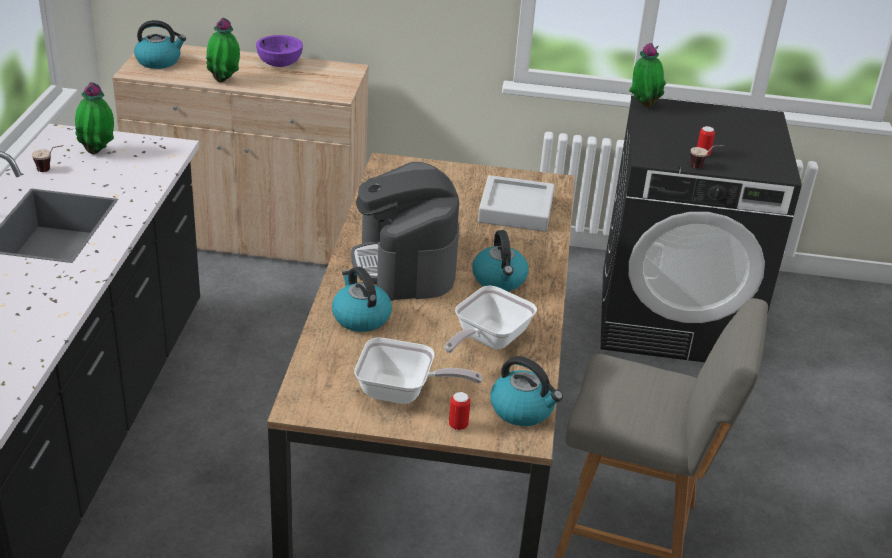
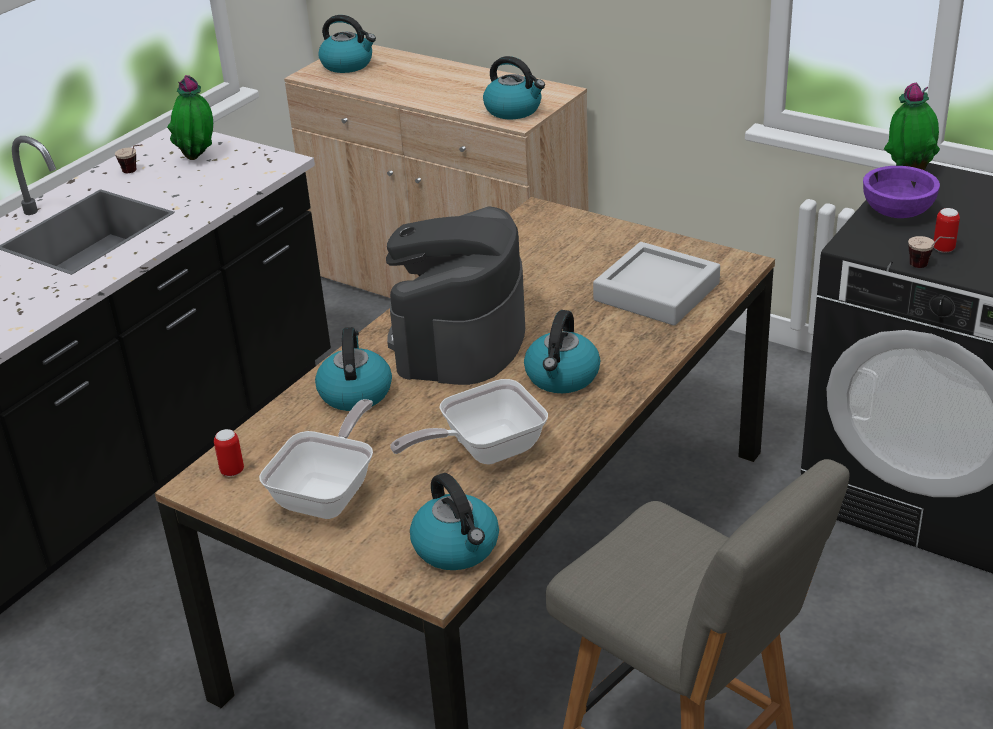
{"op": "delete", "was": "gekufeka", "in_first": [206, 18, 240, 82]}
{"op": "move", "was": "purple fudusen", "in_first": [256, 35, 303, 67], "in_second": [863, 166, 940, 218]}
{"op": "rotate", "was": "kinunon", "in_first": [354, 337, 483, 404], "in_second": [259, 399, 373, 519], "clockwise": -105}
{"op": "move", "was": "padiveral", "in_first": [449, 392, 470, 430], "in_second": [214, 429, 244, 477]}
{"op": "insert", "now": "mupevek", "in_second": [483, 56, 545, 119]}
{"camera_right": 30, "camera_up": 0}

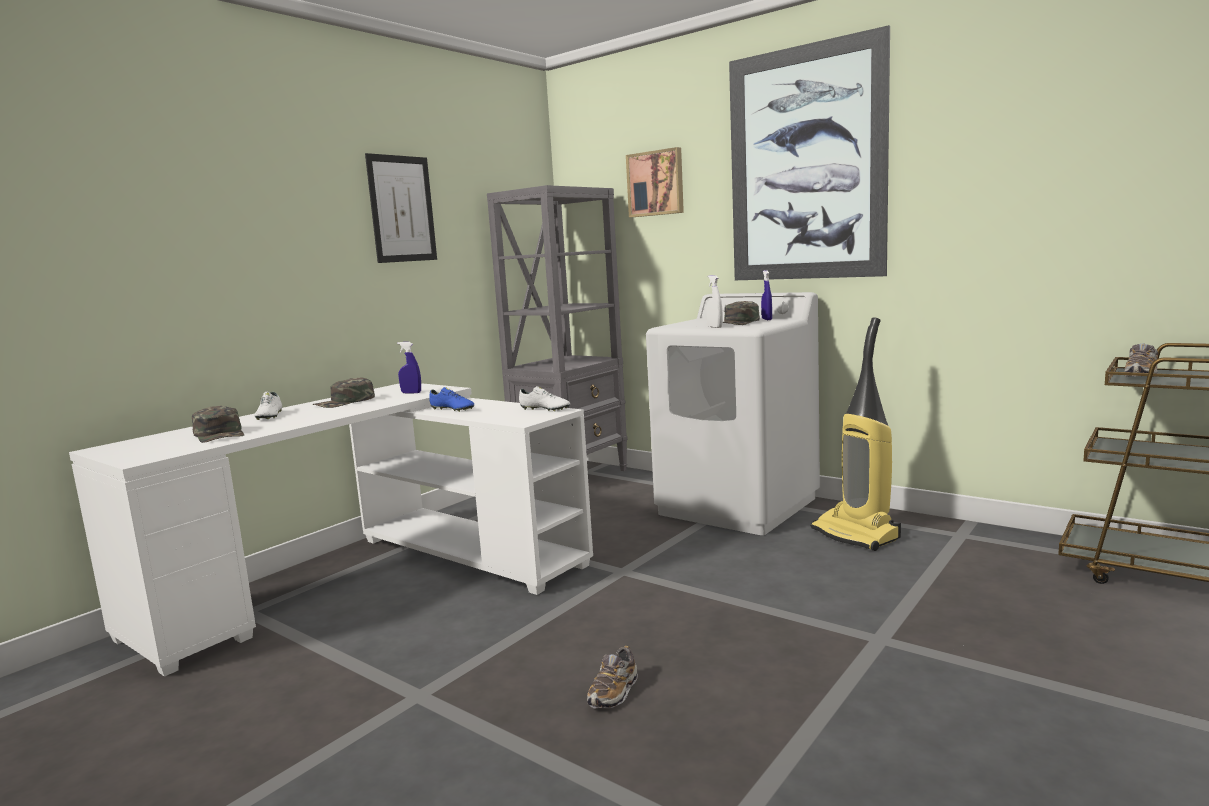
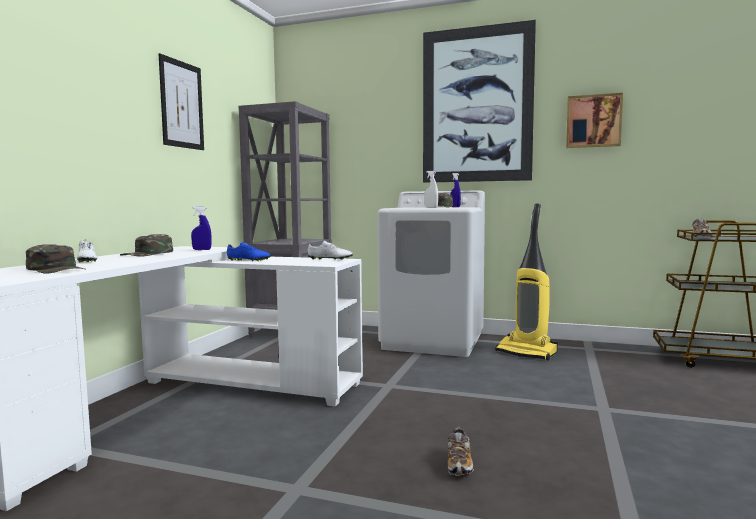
{"op": "move", "was": "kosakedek", "in_first": [626, 147, 684, 217], "in_second": [566, 93, 623, 148]}
{"camera_right": -20, "camera_up": -5}

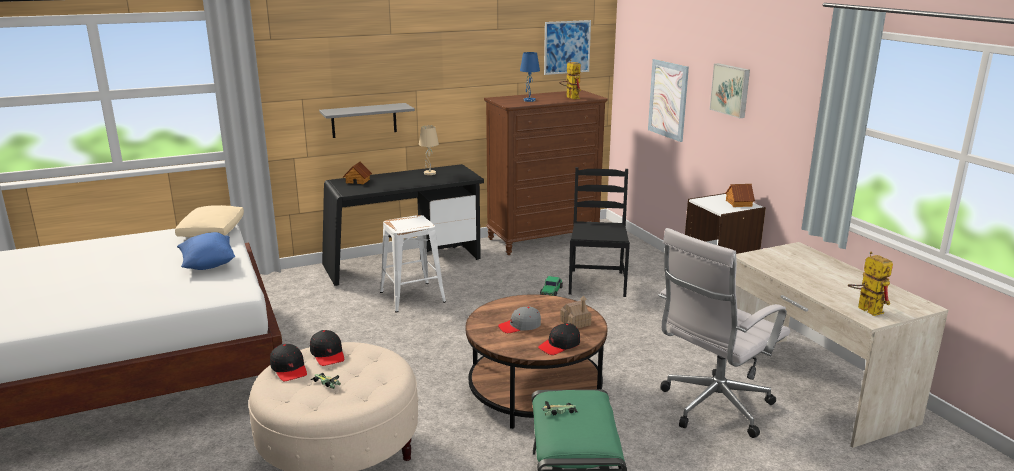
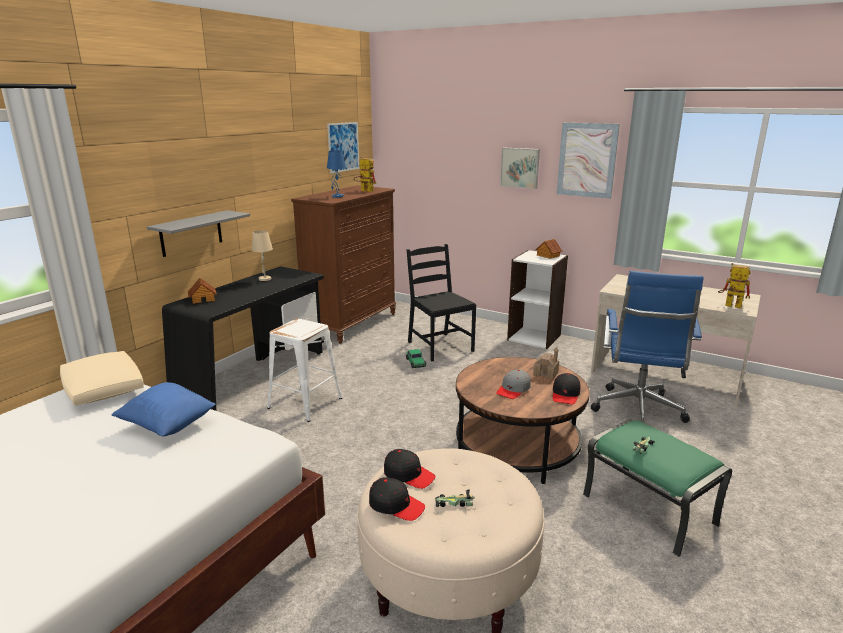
{"op": "move", "was": "kosakedek", "in_first": [648, 59, 689, 142], "in_second": [557, 123, 620, 199]}
{"op": "recolor", "was": "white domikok", "now": "blue domikok", "in_first": [658, 228, 790, 438], "in_second": [591, 271, 704, 423]}
{"camera_right": -35, "camera_up": 0}

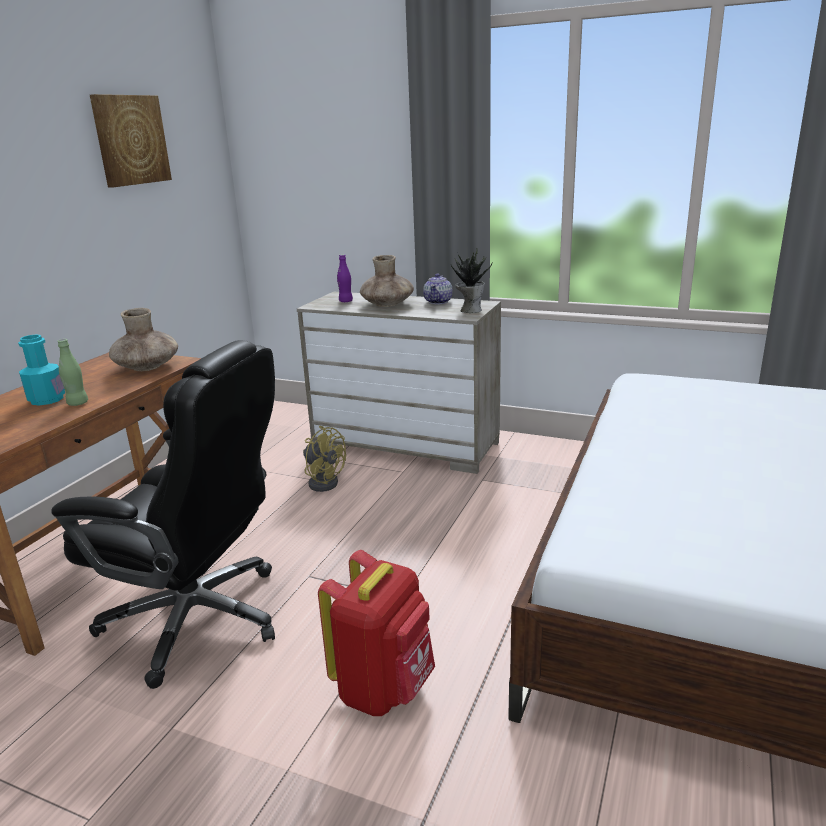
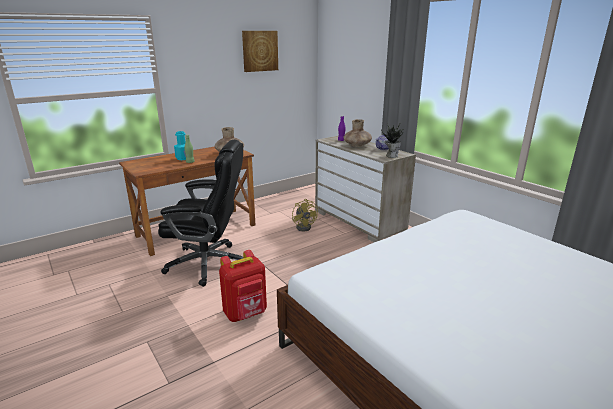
{"op": "rotate", "was": "black domikok", "in_first": [51, 340, 275, 689], "in_second": [158, 140, 243, 287], "clockwise": -45}
{"camera_right": 30, "camera_up": 0}

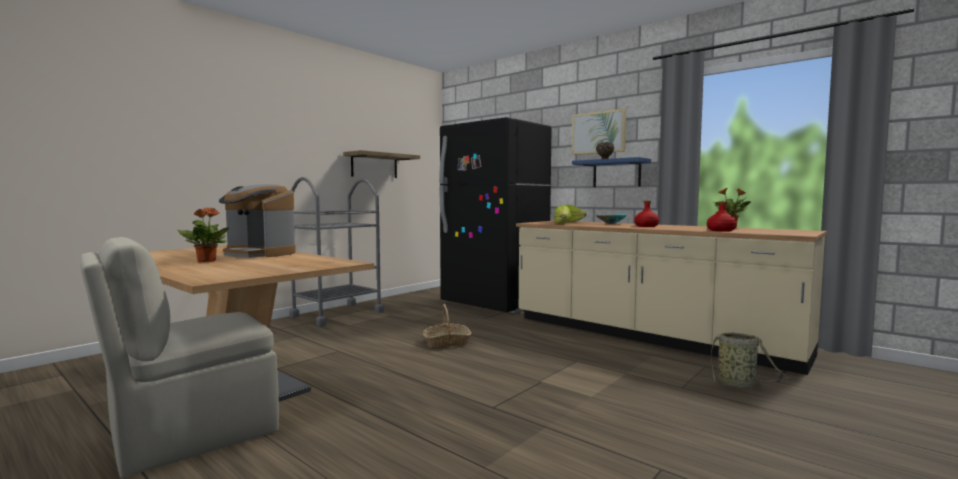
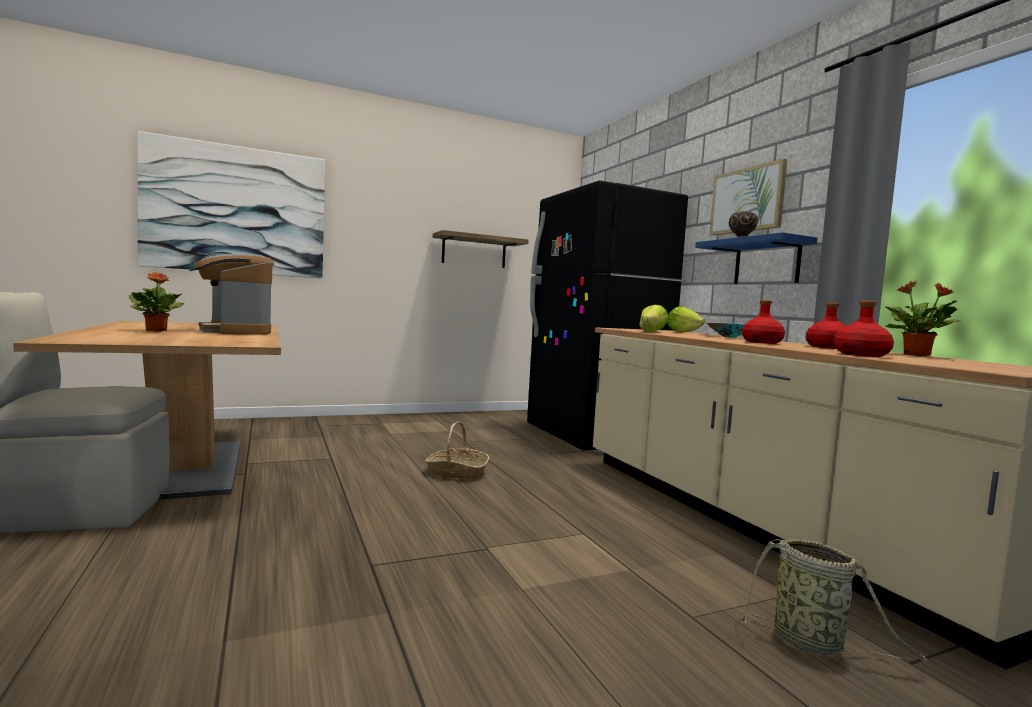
{"op": "delete", "was": "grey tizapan", "in_first": [289, 177, 384, 326]}
{"op": "insert", "now": "kosakedek", "in_second": [137, 131, 325, 278]}
{"op": "insert", "now": "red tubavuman", "in_second": [806, 303, 846, 349]}
{"camera_right": 25, "camera_up": 0}

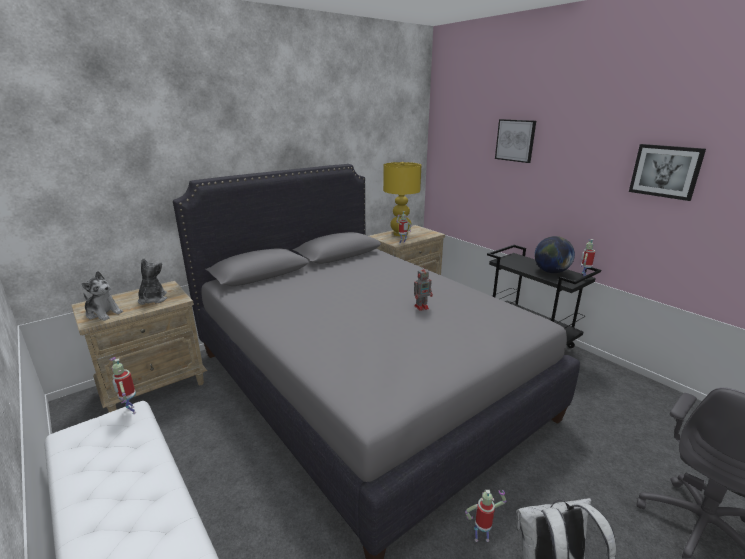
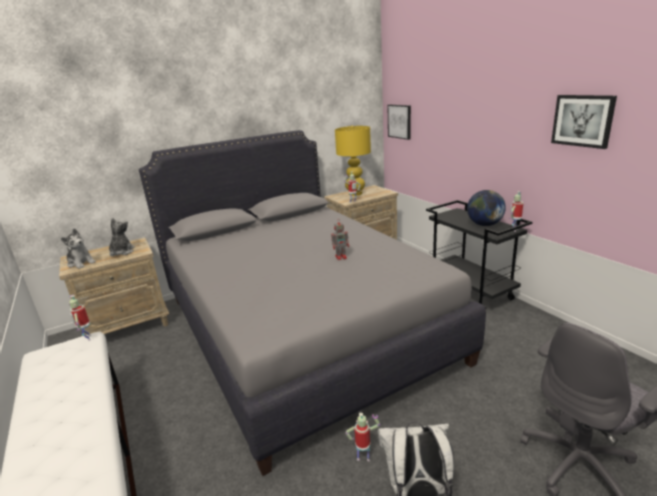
{"op": "move", "was": "kosakedek", "in_first": [495, 119, 536, 163], "in_second": [388, 105, 411, 140]}
{"camera_right": 10, "camera_up": 0}

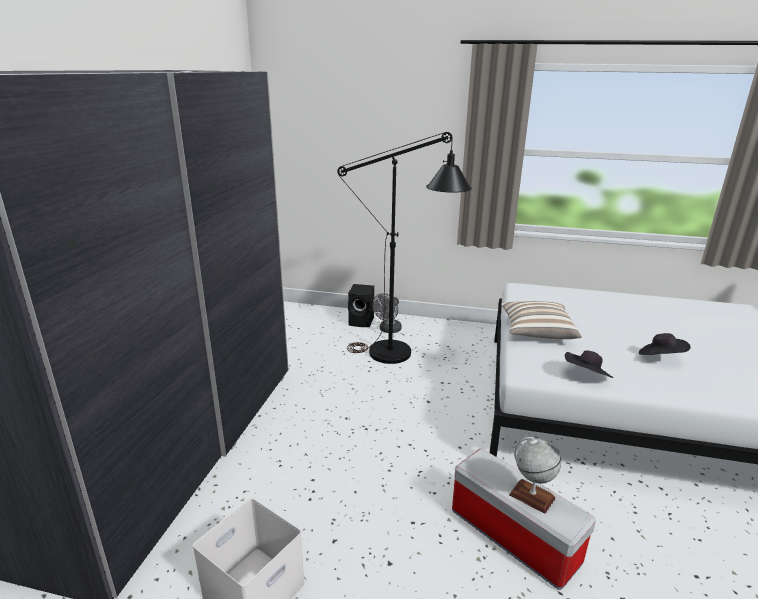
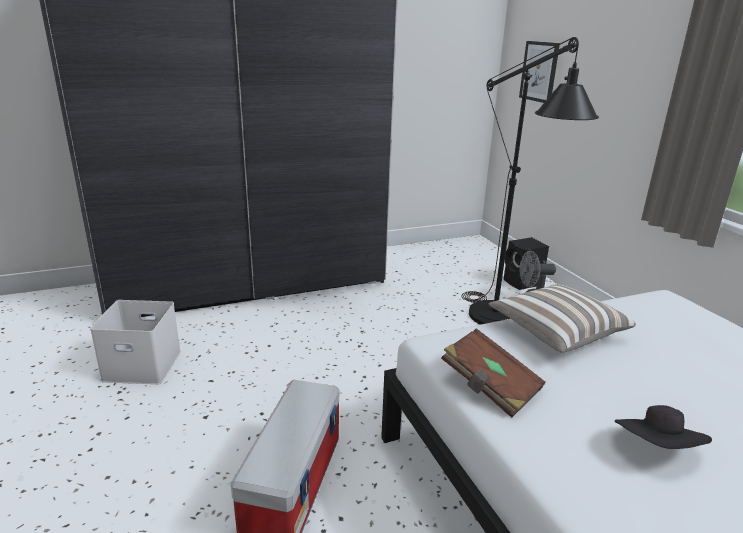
{"op": "replace", "was": "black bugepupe", "now": "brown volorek", "in_first": [565, 351, 613, 378], "in_second": [441, 328, 546, 418]}
{"op": "delete", "was": "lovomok", "in_first": [509, 437, 561, 514]}
{"op": "insert", "now": "kosakedek", "in_second": [519, 41, 560, 103]}
{"camera_right": 55, "camera_up": 0}

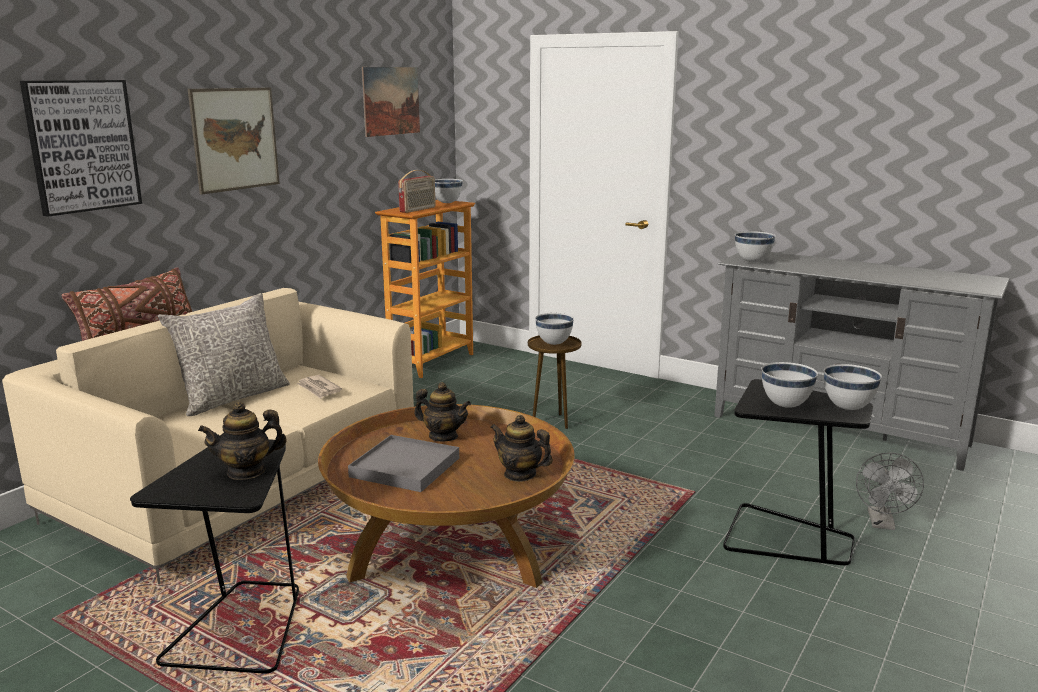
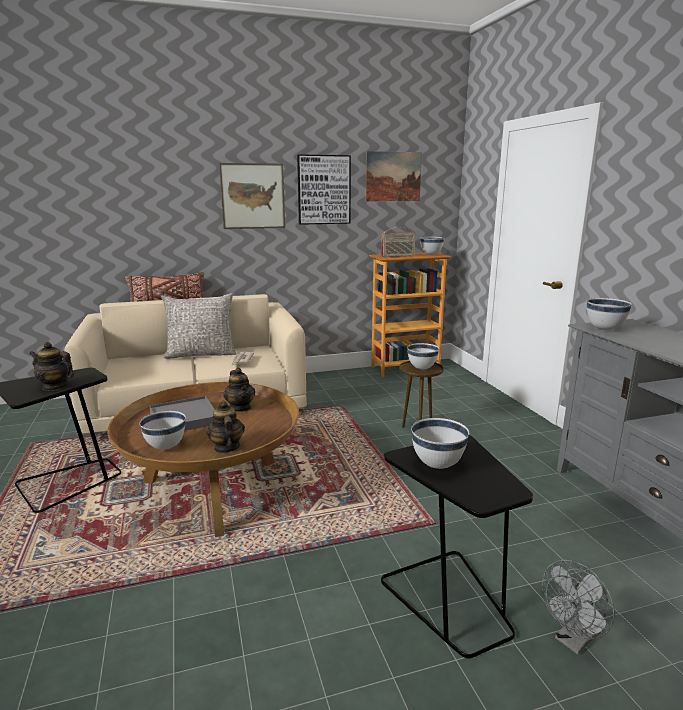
{"op": "move", "was": "kosakedek", "in_first": [20, 80, 142, 217], "in_second": [297, 154, 351, 225]}
{"op": "move", "was": "white fudusen", "in_first": [824, 364, 882, 410], "in_second": [139, 411, 186, 450]}
{"camera_right": 40, "camera_up": 0}

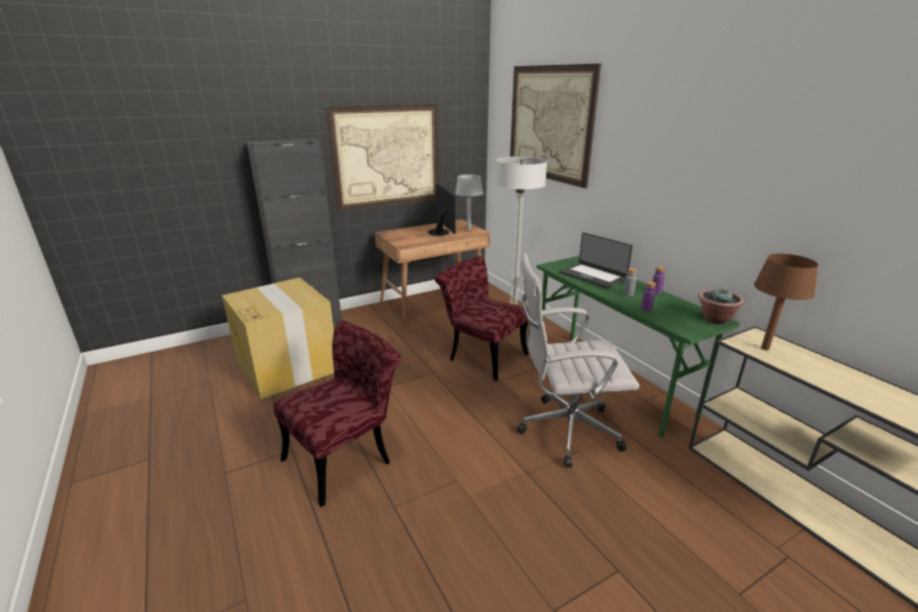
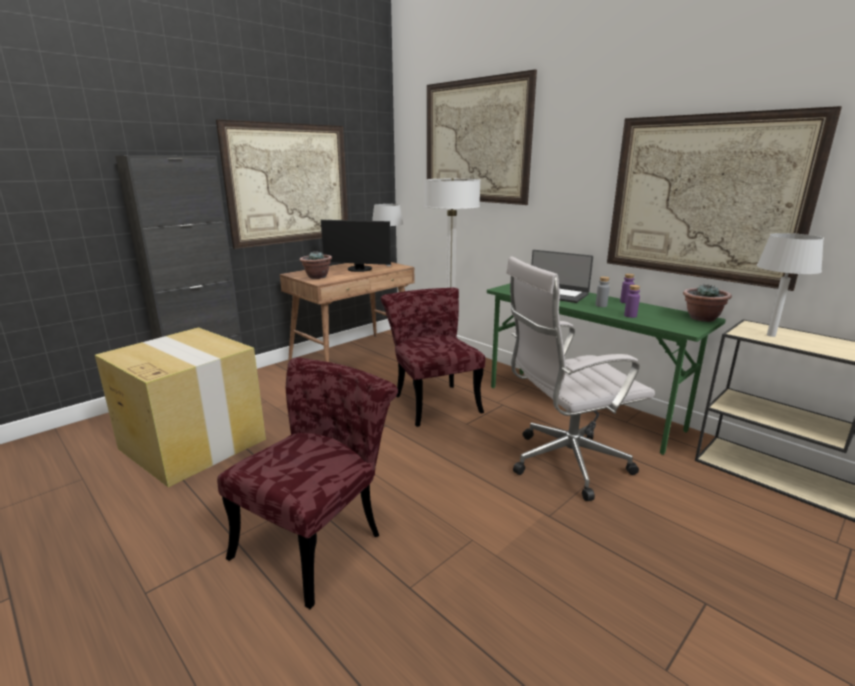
{"op": "rotate", "was": "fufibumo", "in_first": [428, 184, 456, 236], "in_second": [321, 220, 391, 272], "clockwise": 135}
{"op": "recolor", "was": "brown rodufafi", "now": "grey rodufafi", "in_first": [754, 254, 818, 350], "in_second": [757, 233, 824, 337]}
{"op": "rotate", "was": "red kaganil", "in_first": [435, 256, 529, 381], "in_second": [381, 288, 485, 427], "clockwise": 45}
{"op": "insert", "now": "kosakedek", "in_second": [607, 106, 842, 291]}
{"op": "insert", "now": "gekufeka", "in_second": [300, 251, 332, 279]}
{"camera_right": -15, "camera_up": -5}

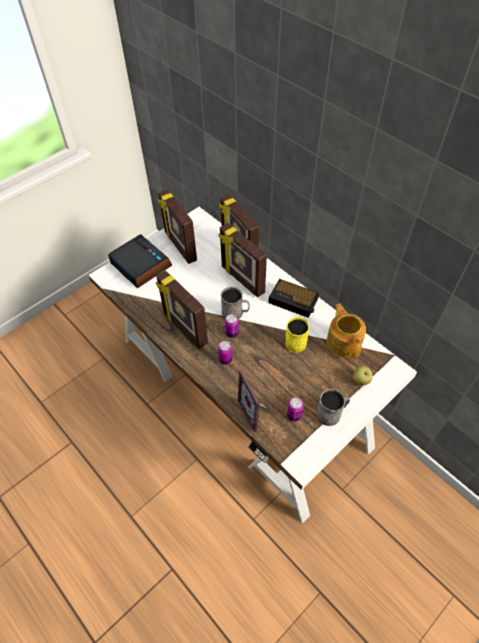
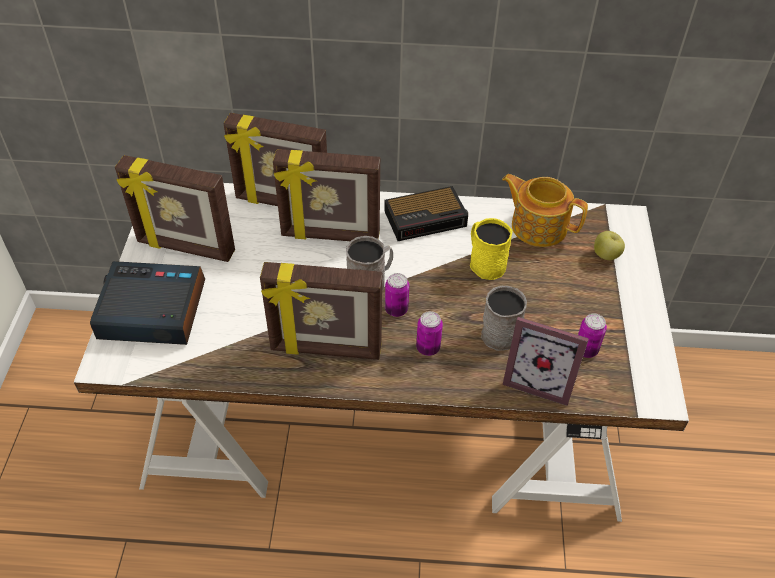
{"op": "move", "was": "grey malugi", "in_first": [316, 389, 350, 426], "in_second": [481, 286, 527, 351]}
{"camera_right": -45, "camera_up": -5}

